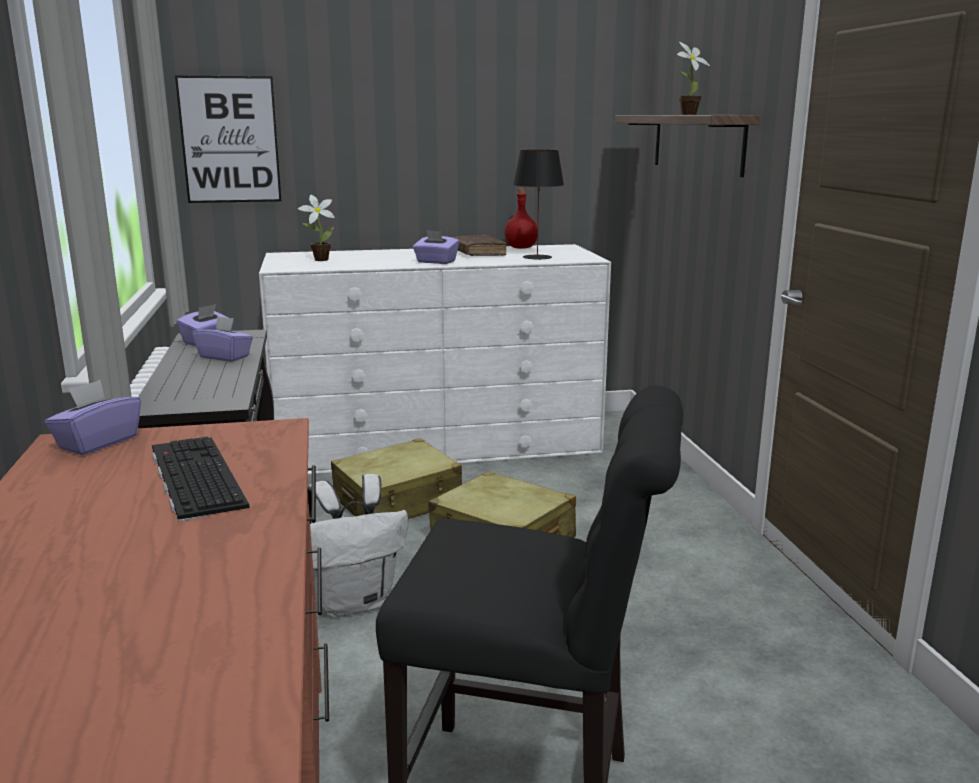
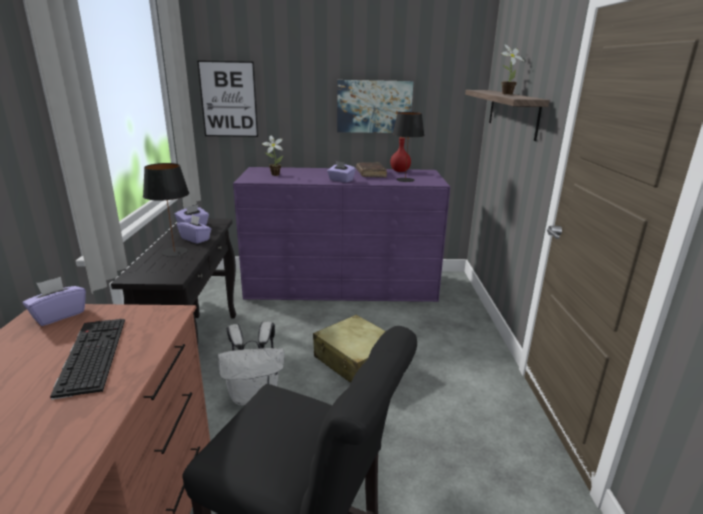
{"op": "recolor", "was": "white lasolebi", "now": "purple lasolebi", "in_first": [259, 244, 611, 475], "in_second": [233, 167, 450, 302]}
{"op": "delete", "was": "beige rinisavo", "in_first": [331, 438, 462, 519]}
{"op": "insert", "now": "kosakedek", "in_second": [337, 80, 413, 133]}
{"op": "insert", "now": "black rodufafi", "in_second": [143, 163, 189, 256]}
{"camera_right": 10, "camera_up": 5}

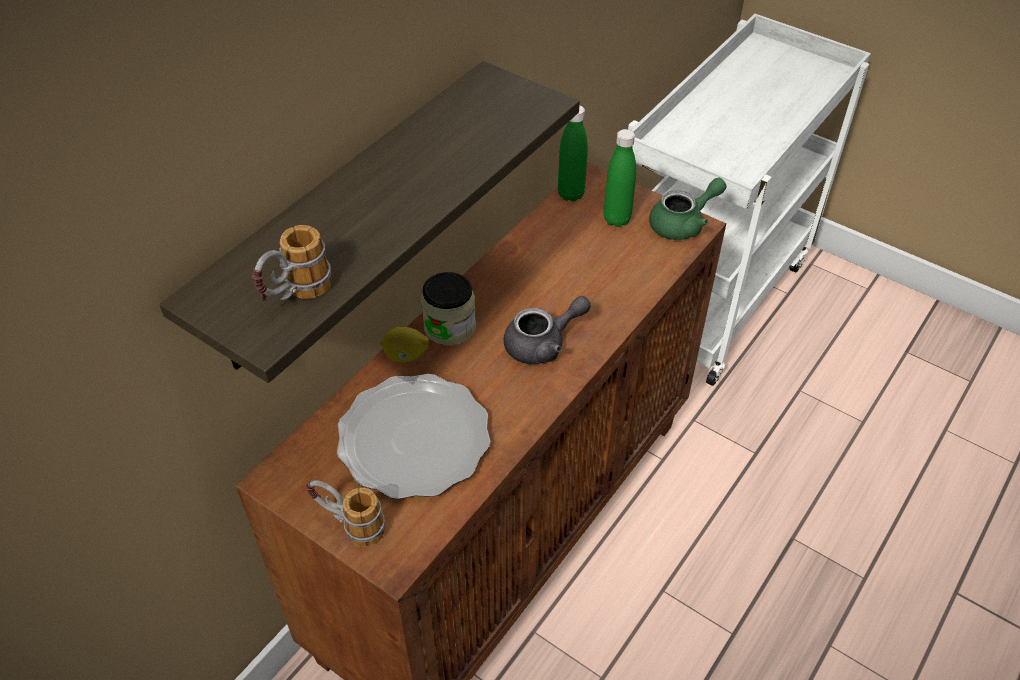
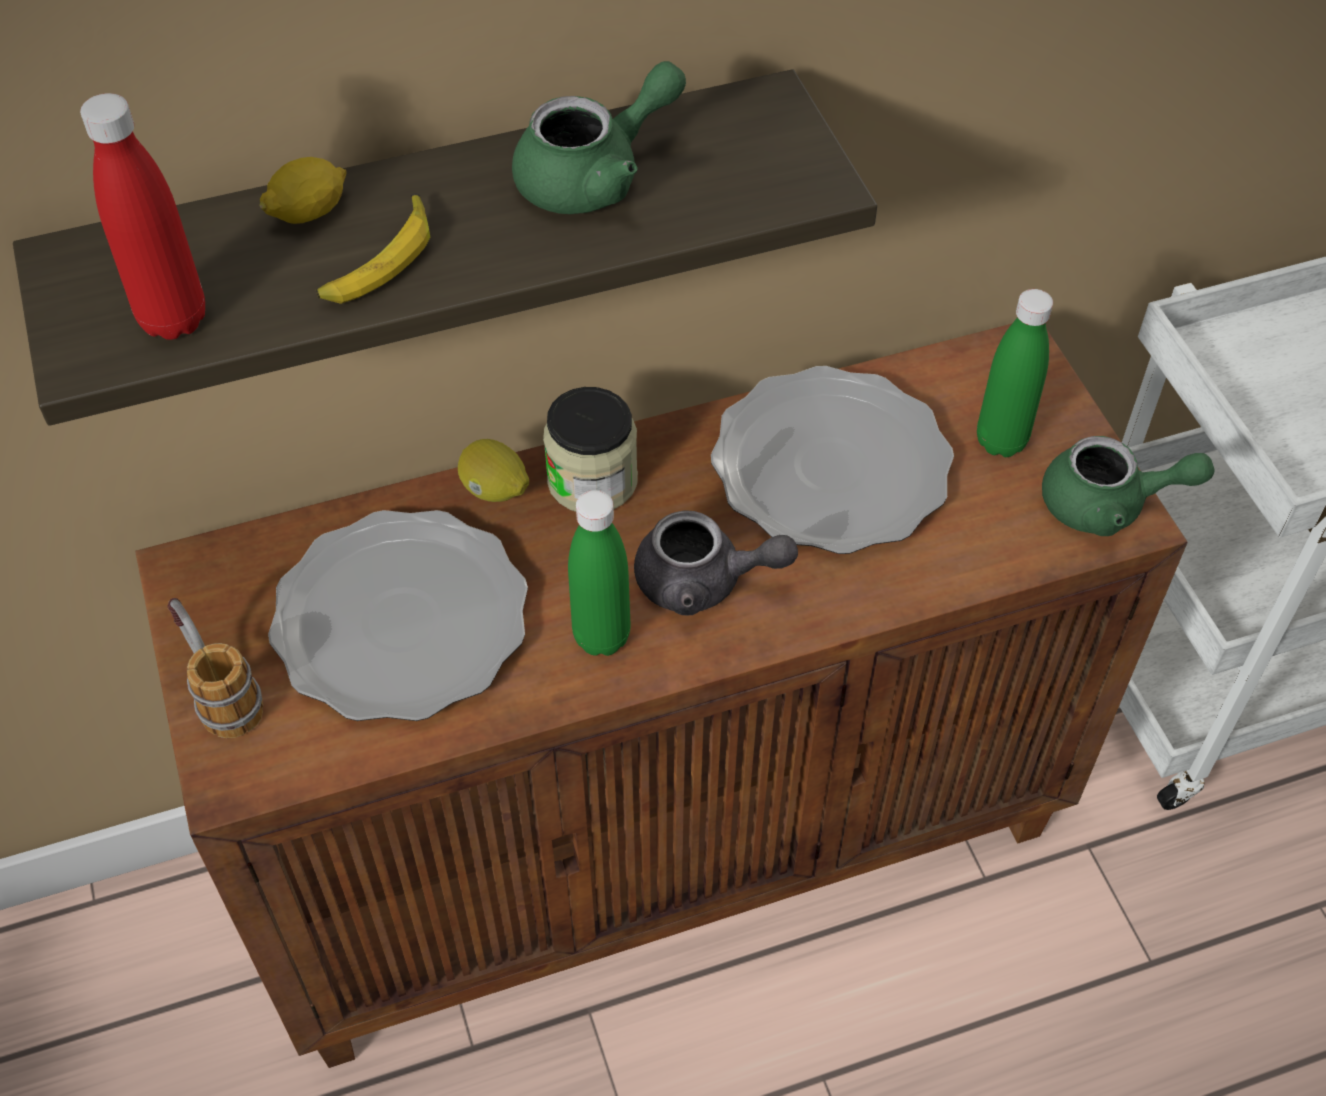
{"op": "move", "was": "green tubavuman", "in_first": [558, 105, 588, 202], "in_second": [568, 490, 631, 656]}
{"op": "replace", "was": "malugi", "now": "red tubavuman", "in_first": [252, 225, 331, 302], "in_second": [80, 93, 205, 340]}
{"op": "insert", "now": "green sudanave", "in_second": [512, 61, 686, 214]}
{"op": "insert", "now": "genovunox", "in_second": [259, 157, 346, 224]}
{"op": "insert", "now": "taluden", "in_second": [316, 193, 430, 304]}
{"op": "insert", "now": "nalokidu", "in_second": [711, 366, 954, 554]}
{"camera_right": 35, "camera_up": 5}

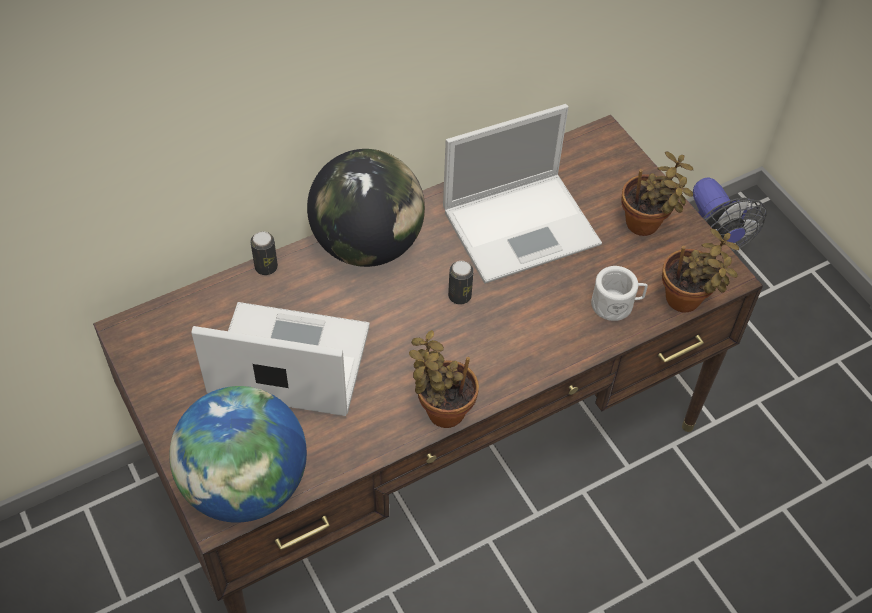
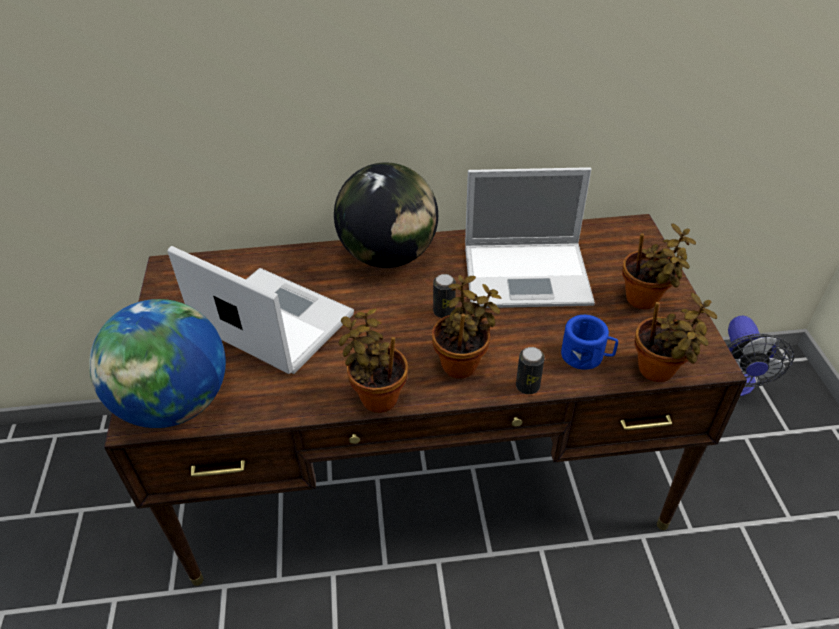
{"op": "move", "was": "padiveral", "in_first": [250, 231, 278, 275], "in_second": [516, 347, 545, 394]}
{"op": "recolor", "was": "white malugi", "now": "blue malugi", "in_first": [591, 266, 648, 321], "in_second": [561, 315, 618, 370]}
{"op": "insert", "now": "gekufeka", "in_second": [432, 275, 502, 378]}
{"camera_right": 25, "camera_up": -10}

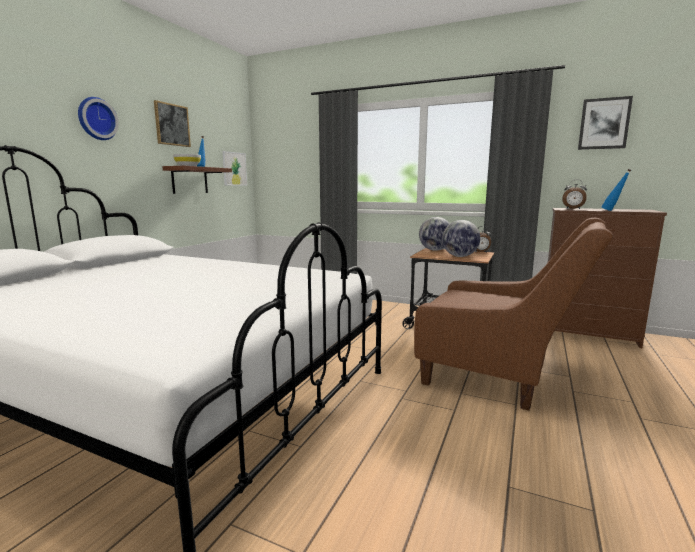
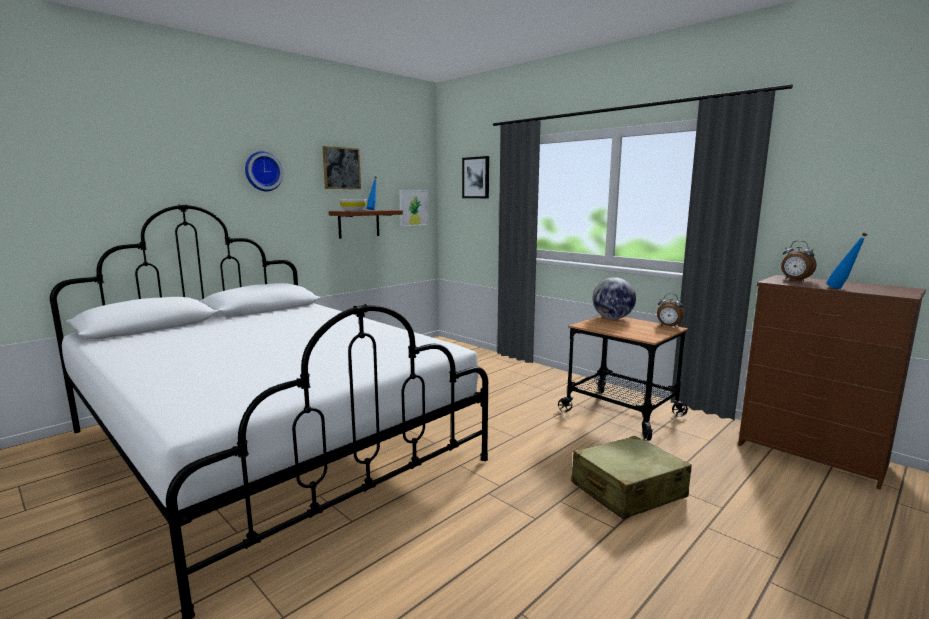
{"op": "move", "was": "kosakedek", "in_first": [578, 96, 633, 150], "in_second": [462, 156, 489, 198]}
{"op": "replace", "was": "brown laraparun", "now": "beige rinisavo", "in_first": [414, 218, 613, 410], "in_second": [571, 436, 692, 520]}
{"op": "delete", "was": "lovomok", "in_first": [442, 220, 480, 257]}
{"camera_right": 20, "camera_up": 0}

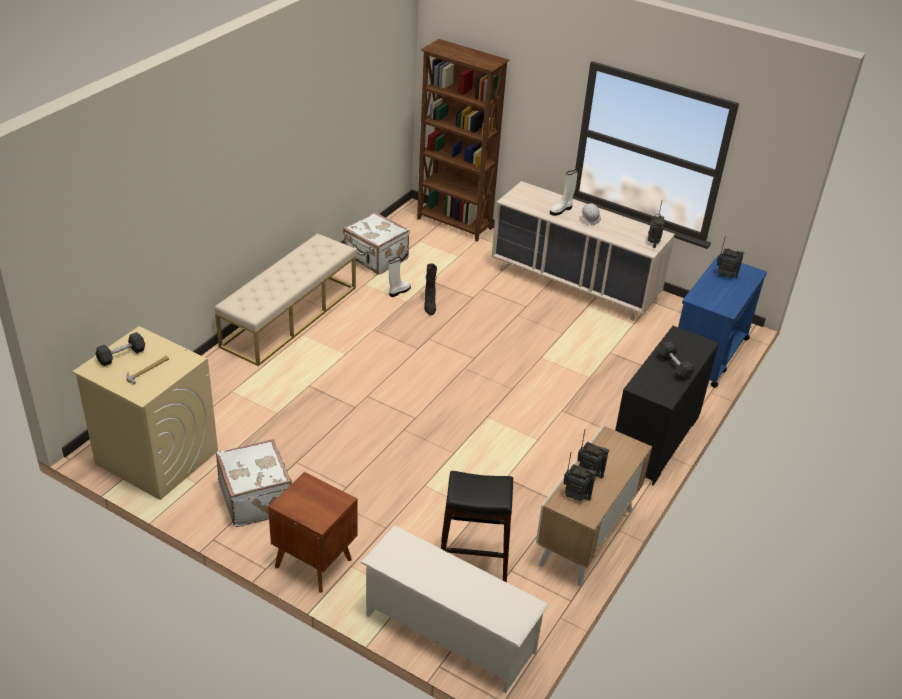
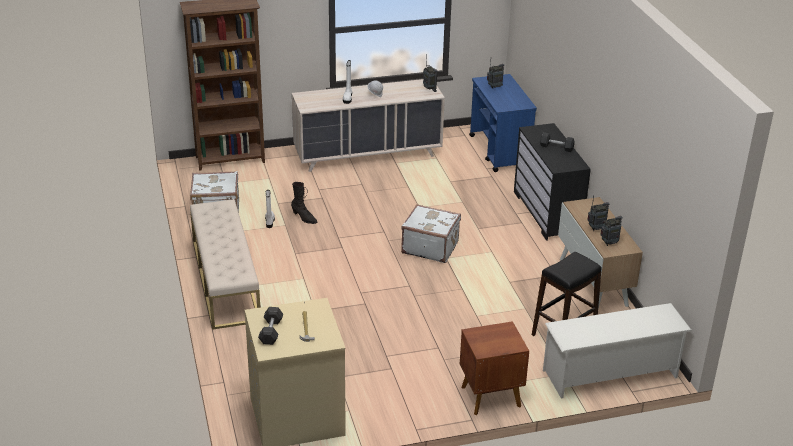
{"op": "move", "was": "white rinisavo", "in_first": [216, 439, 292, 527], "in_second": [401, 204, 461, 263]}
{"camera_right": -45, "camera_up": -5}

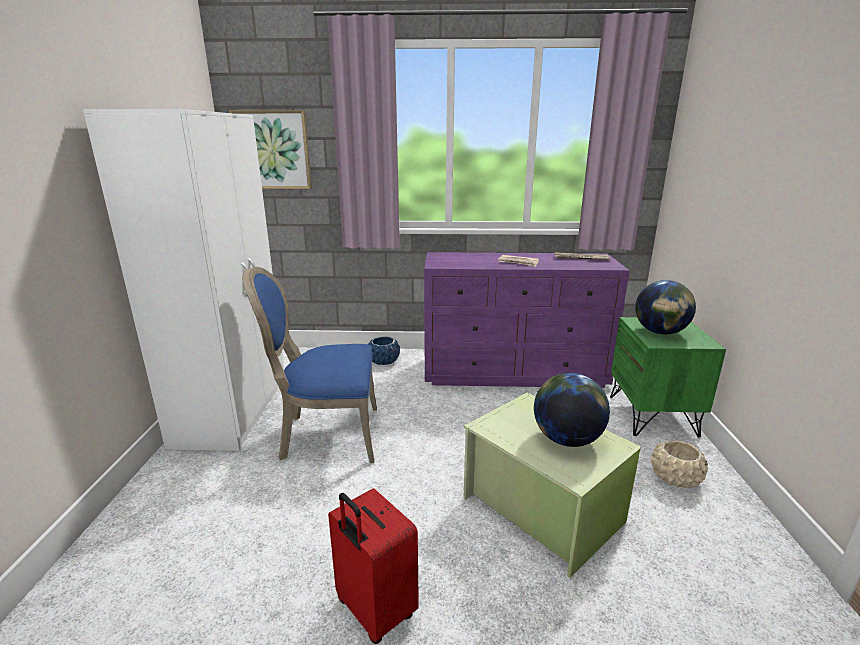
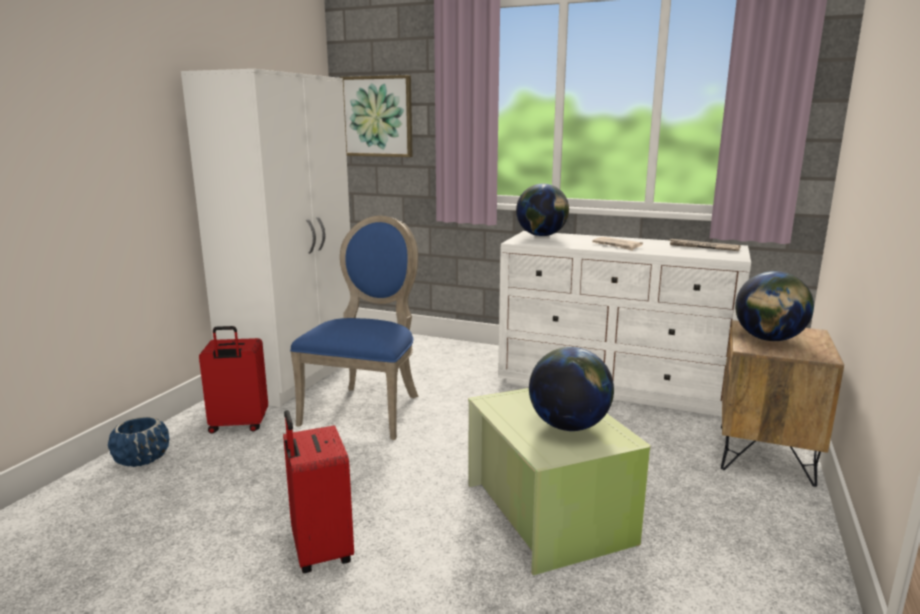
{"op": "recolor", "was": "purple lasolebi", "now": "white lasolebi", "in_first": [424, 252, 630, 388], "in_second": [498, 231, 751, 417]}
{"op": "rotate", "was": "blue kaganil", "in_first": [242, 267, 377, 463], "in_second": [290, 216, 419, 440], "clockwise": 90}
{"op": "recolor", "was": "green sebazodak", "now": "brown sebazodak", "in_first": [610, 317, 726, 438], "in_second": [721, 320, 844, 487]}
{"op": "move", "was": "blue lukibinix", "in_first": [368, 336, 400, 365], "in_second": [108, 417, 170, 467]}
{"op": "delete", "was": "beige lukibinix", "in_first": [651, 440, 708, 488]}
{"op": "insert", "now": "lovomok", "in_second": [516, 184, 569, 236]}
{"op": "insert", "now": "red rinisavo", "in_second": [199, 326, 268, 434]}
{"camera_right": 20, "camera_up": -5}

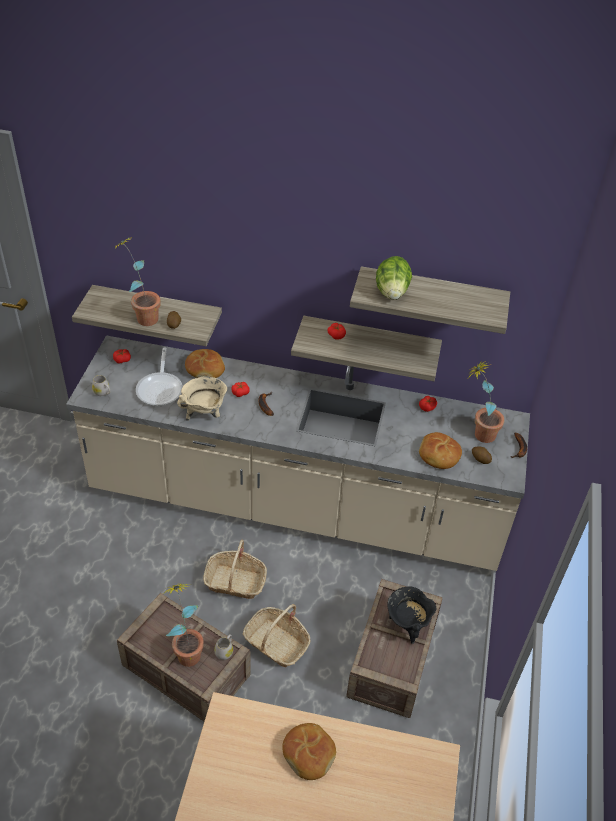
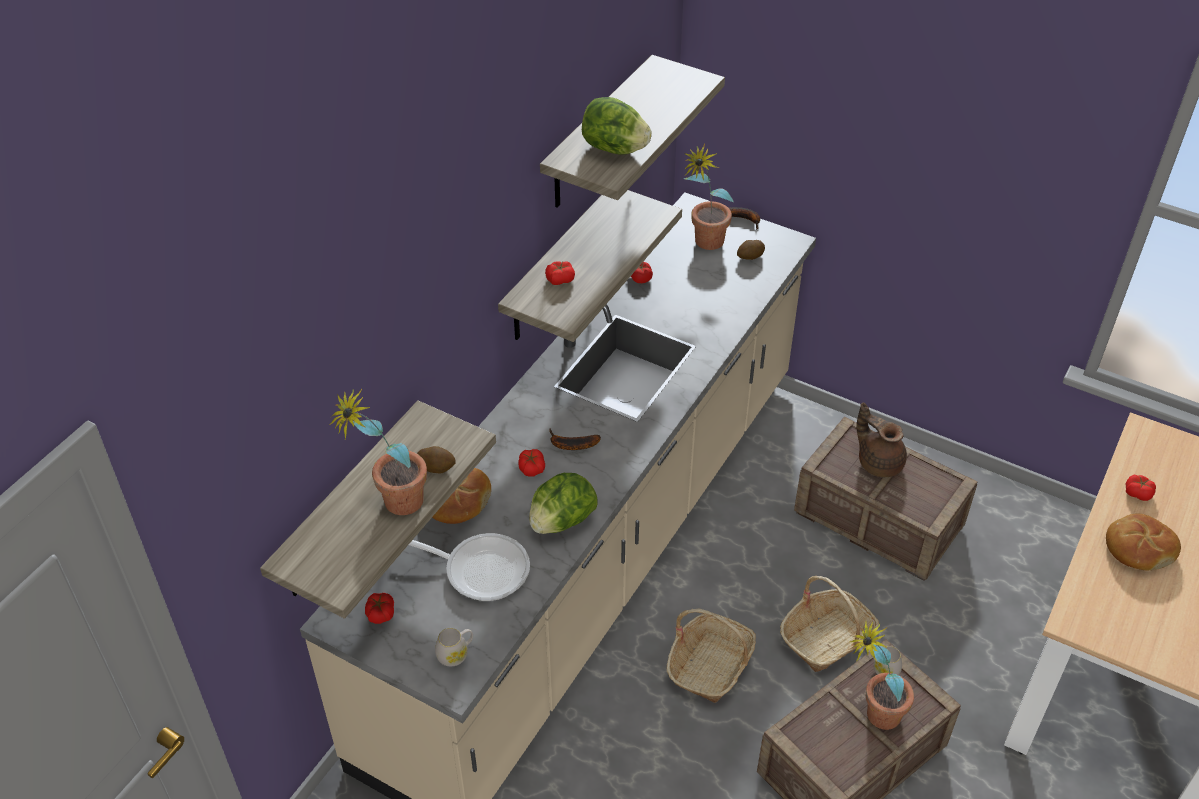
{"op": "replace", "was": "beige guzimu", "now": "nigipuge", "in_first": [177, 377, 227, 421], "in_second": [529, 473, 598, 534]}
{"op": "delete", "was": "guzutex", "in_first": [419, 432, 462, 469]}
{"op": "replace", "was": "black guzimu", "now": "brown sudanave", "in_first": [387, 587, 436, 644], "in_second": [856, 402, 907, 477]}
{"op": "insert", "now": "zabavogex", "in_second": [1125, 475, 1156, 501]}
{"camera_right": -70, "camera_up": 0}

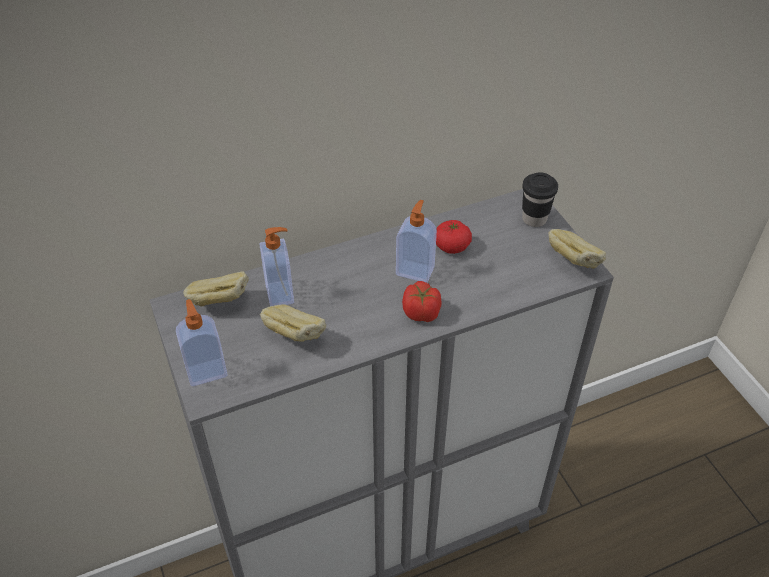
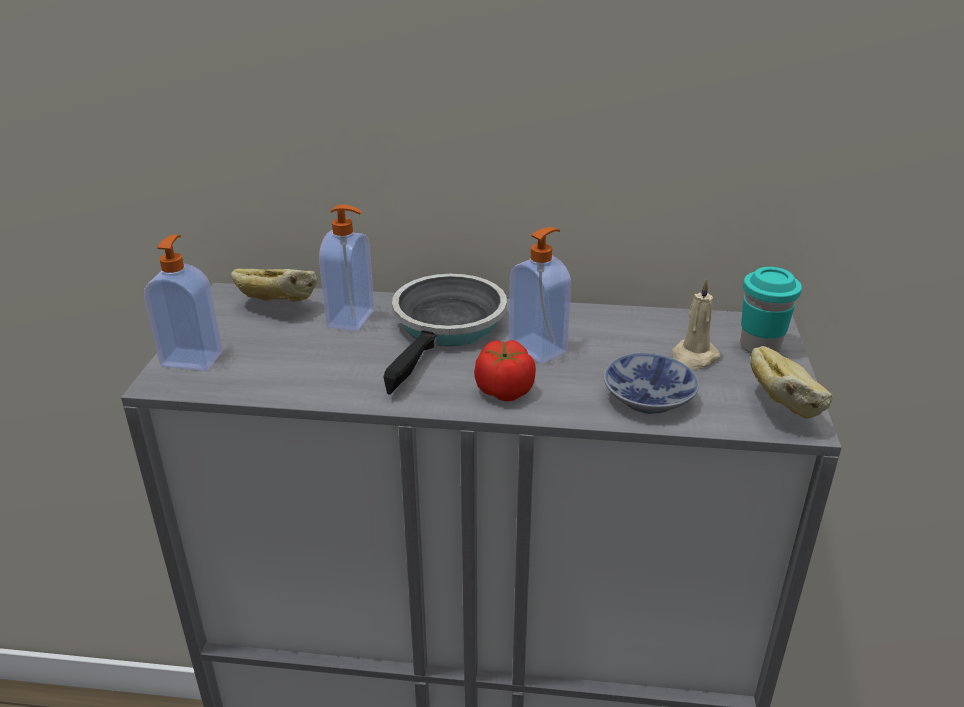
{"op": "recolor", "was": "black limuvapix", "now": "turquoise limuvapix", "in_first": [522, 172, 558, 227], "in_second": [741, 267, 802, 353]}
{"op": "delete", "was": "zabavogex", "in_first": [436, 220, 472, 254]}
{"op": "delete", "was": "guzutex", "in_first": [260, 304, 326, 342]}
{"op": "insert", "now": "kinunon", "in_second": [383, 274, 507, 395]}
{"op": "insert", "now": "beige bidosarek", "in_second": [671, 279, 720, 370]}
{"op": "insert", "now": "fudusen", "in_second": [604, 353, 699, 414]}
{"camera_right": 30, "camera_up": -15}

